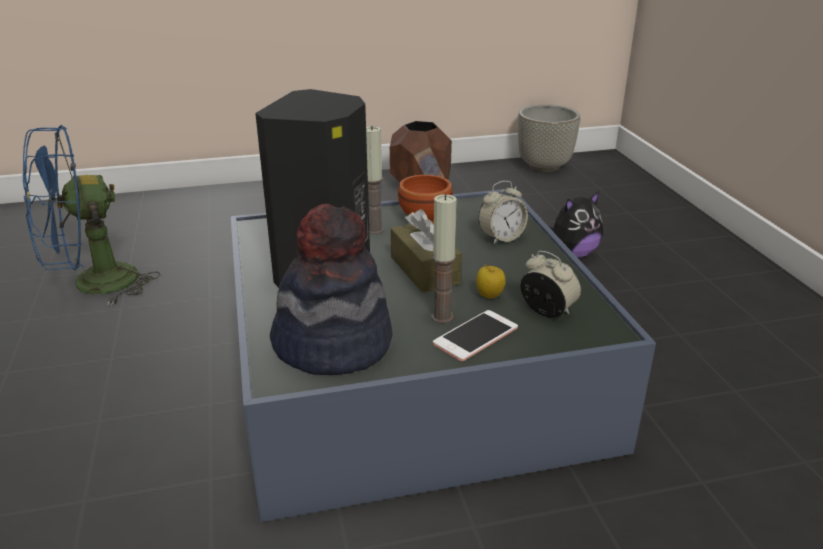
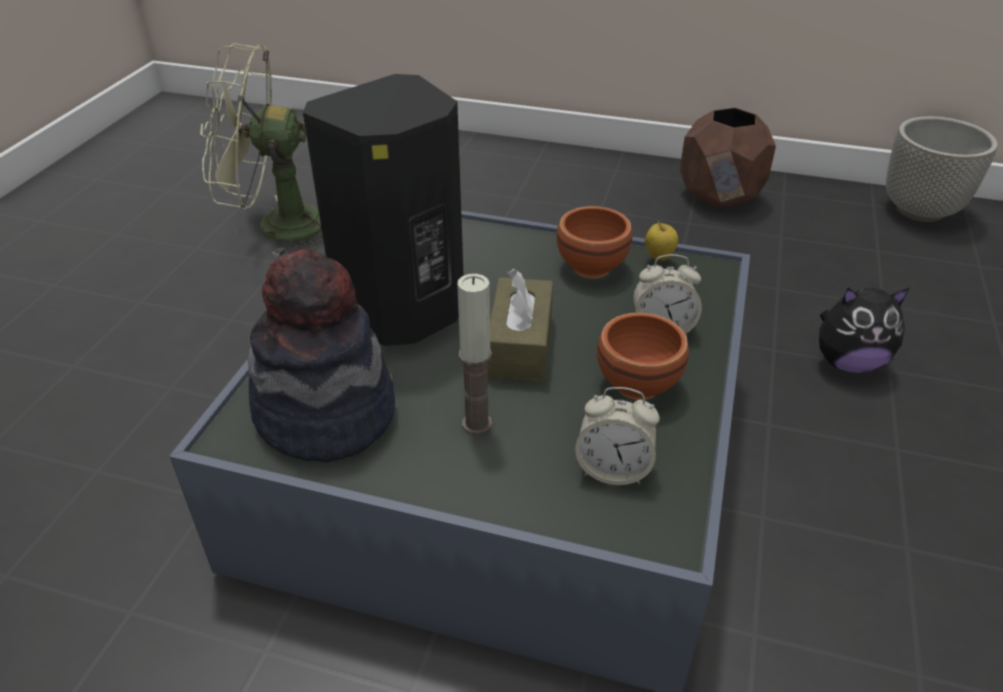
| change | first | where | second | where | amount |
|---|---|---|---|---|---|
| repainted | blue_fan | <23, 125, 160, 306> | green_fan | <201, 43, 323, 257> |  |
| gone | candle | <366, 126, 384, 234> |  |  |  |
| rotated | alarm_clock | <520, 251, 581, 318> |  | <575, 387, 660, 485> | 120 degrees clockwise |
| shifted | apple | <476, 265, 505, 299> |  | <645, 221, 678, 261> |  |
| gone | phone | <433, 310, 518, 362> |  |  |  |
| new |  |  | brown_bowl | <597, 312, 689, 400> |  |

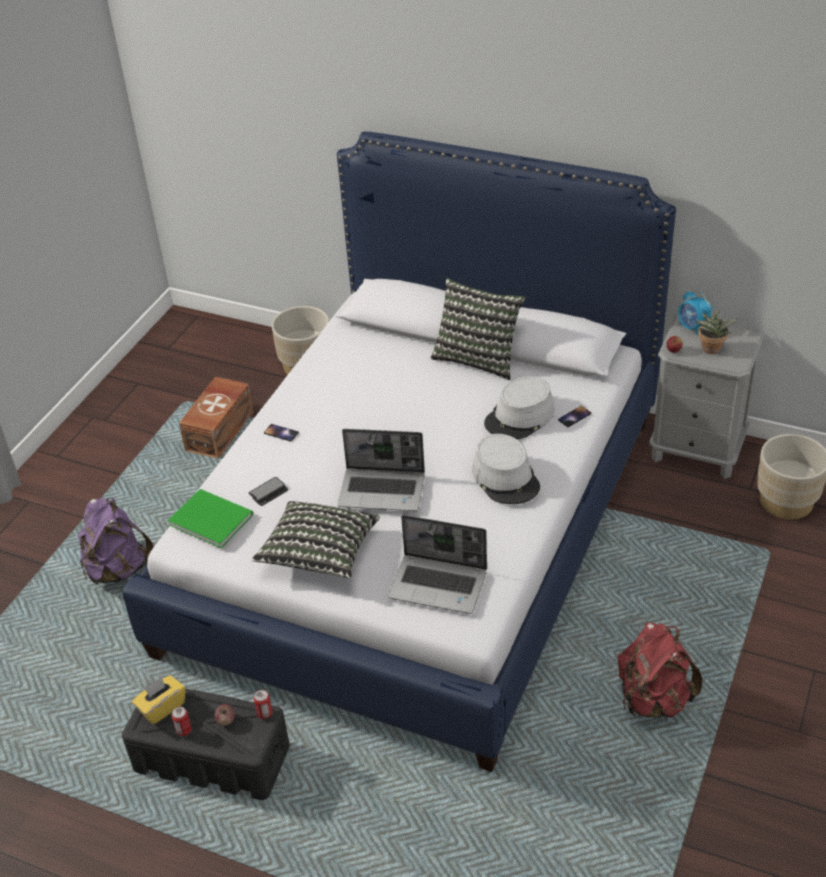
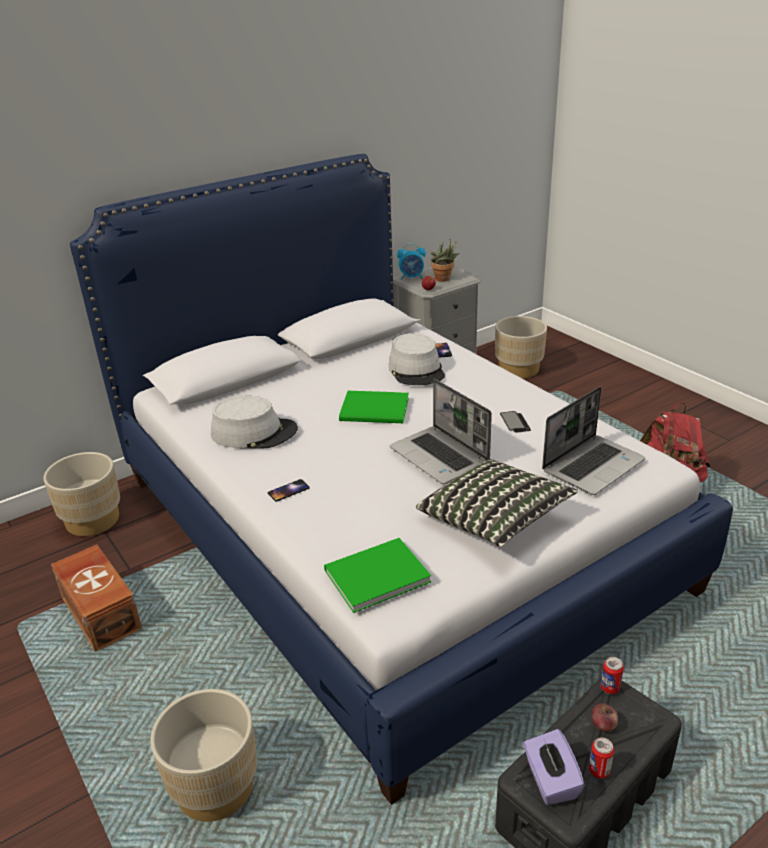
| change | first | where | second | where | amount |
|---|---|---|---|---|---|
| gone | pillow | <431, 278, 526, 380> |  |  |  |
| rotated | laptop | <338, 429, 425, 511> |  | <390, 379, 492, 484> | 105 degrees clockwise |
| shifted | grey_hat | <472, 434, 540, 504> |  | <211, 396, 298, 449> |  |
| shifted | phone | <249, 477, 288, 506> |  | <500, 411, 531, 433> |  |
| swapped | purple_backpack | <78, 497, 154, 584> | beige_planter | <151, 689, 257, 822> |  |
| repainted | yellow_tissue_box | <132, 675, 186, 724> | purple_tissue_box | <523, 729, 585, 805> |  |
| new |  |  | green_book | <339, 391, 409, 423> |  |

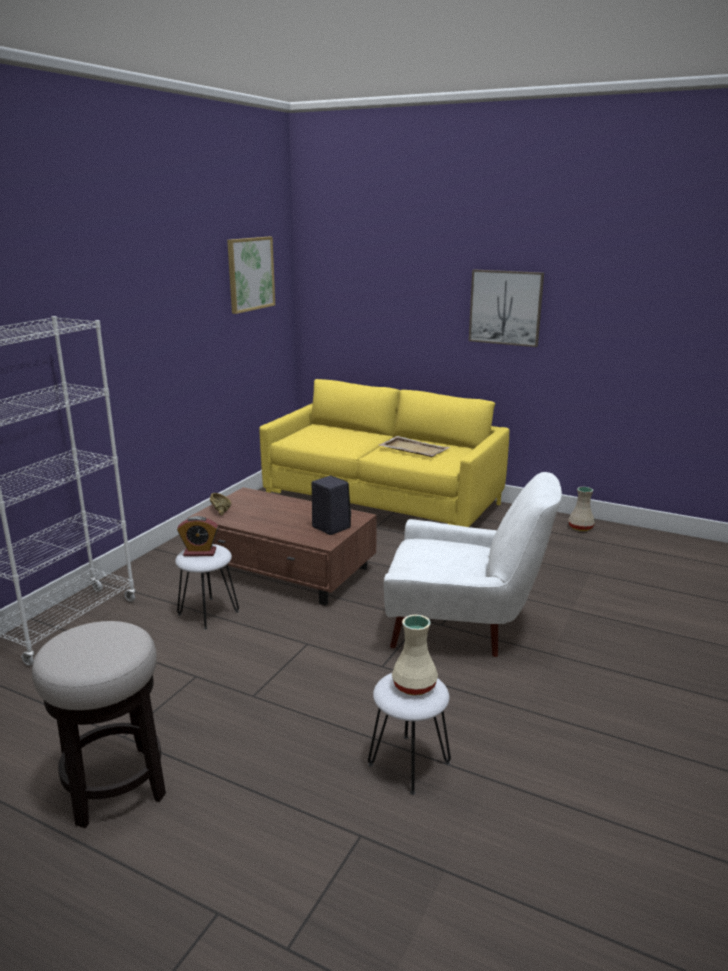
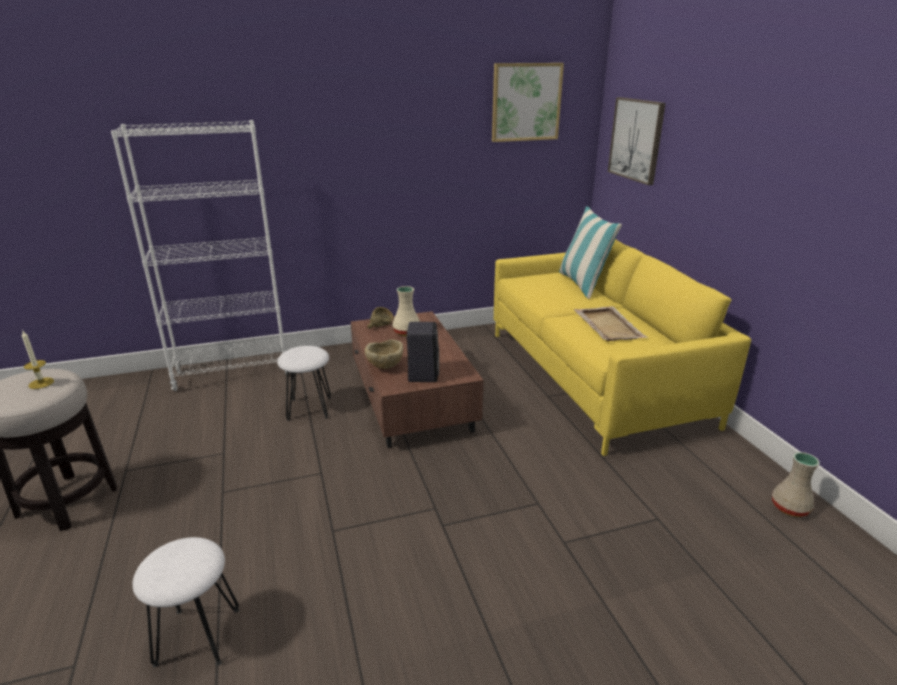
| change | first | where | second | where | amount |
|---|---|---|---|---|---|
| shifted | picture | <469, 269, 544, 347> |  | <608, 97, 666, 185> |  |
| gone | white_armchair | <384, 472, 562, 657> |  |  |  |
| gone | alarm_clock | <177, 516, 218, 556> |  |  |  |
| shifted | beige_vase | <392, 615, 438, 696> |  | <392, 286, 420, 336> |  |
| new |  |  | pillow | <559, 206, 622, 299> |  |
| new |  |  | candle | <22, 331, 54, 389> |  |
| new |  |  | beige_bowl | <365, 339, 403, 369> |  |

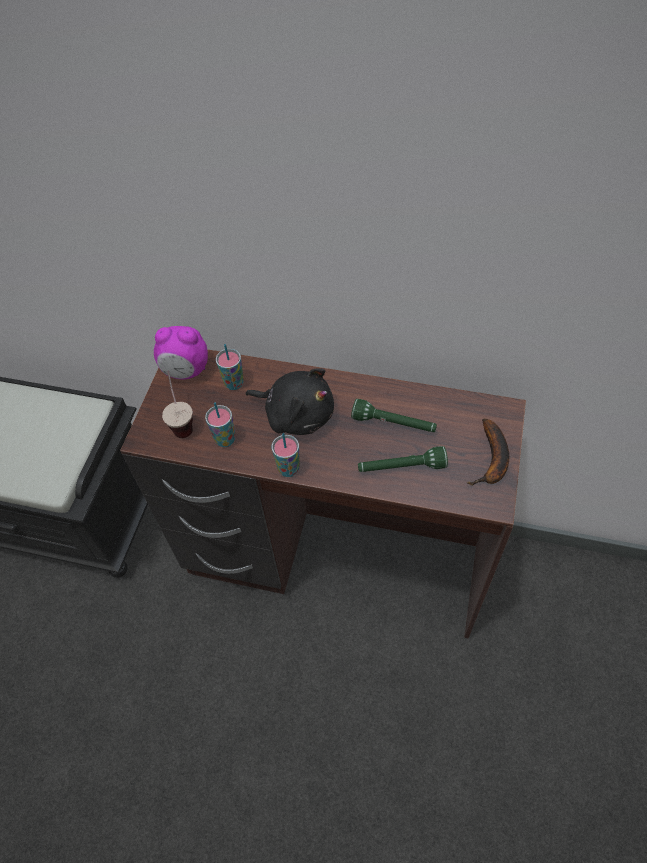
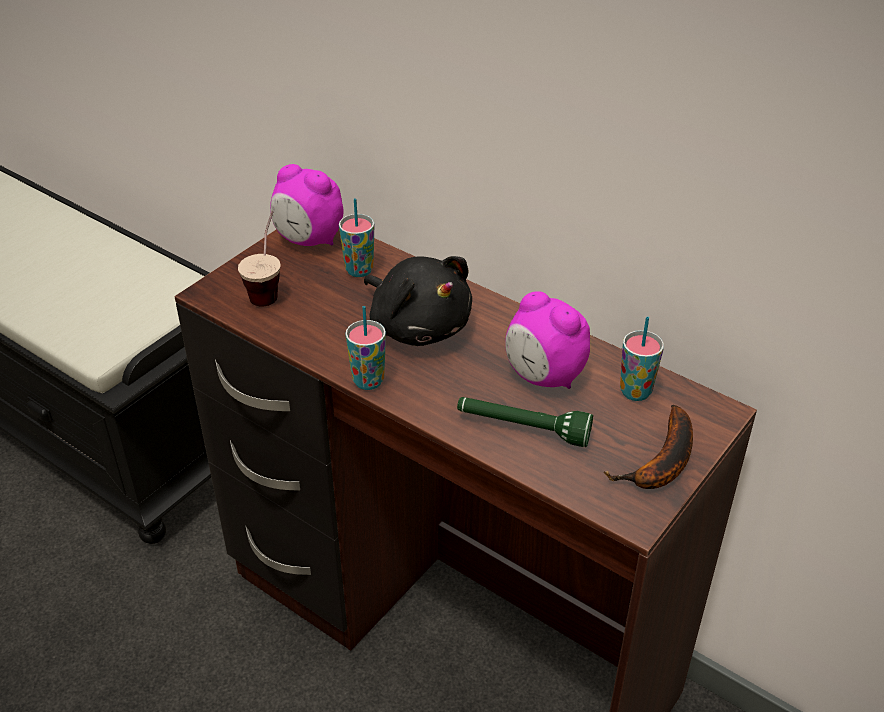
| change | first | where | second | where | amount |
|---|---|---|---|---|---|
| swapped | green_flashlight | <351, 399, 437, 432> | alarm_clock | <505, 291, 590, 389> |  |
| shifted | cup | <205, 402, 235, 447> |  | <620, 316, 664, 401> |  |

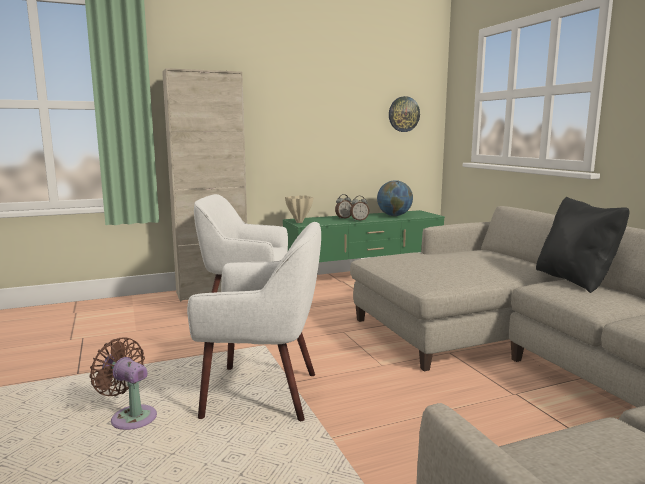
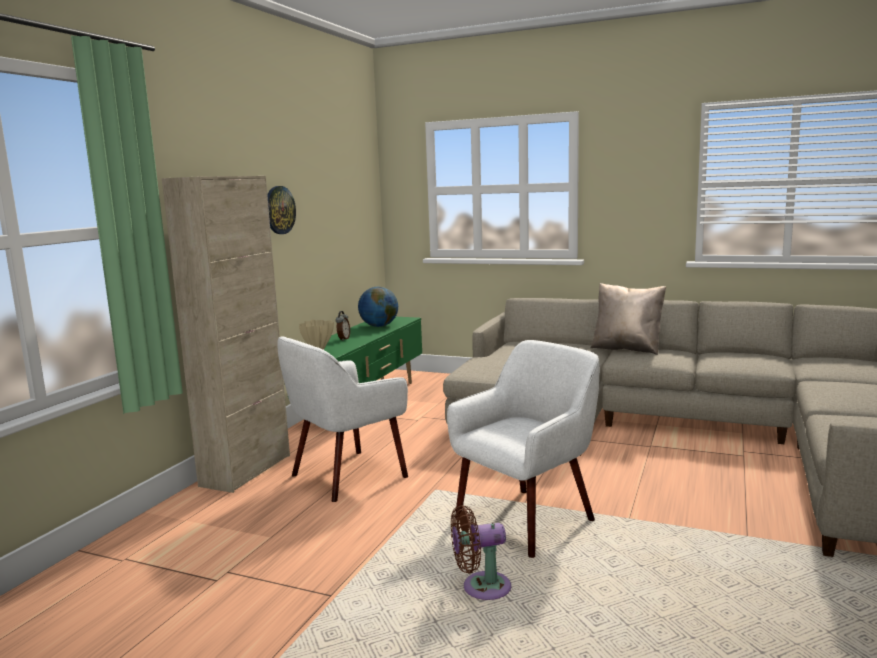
| change | first | where | second | where | amount |
|---|---|---|---|---|---|
| shifted | wall_clock | <389, 96, 420, 132> |  | <267, 186, 296, 234> |  |
| gone | alarm_clock | <350, 196, 369, 221> |  |  |  |
| repainted | black_pillow | <536, 197, 630, 293> | beige_pillow | <590, 283, 666, 355> |  |

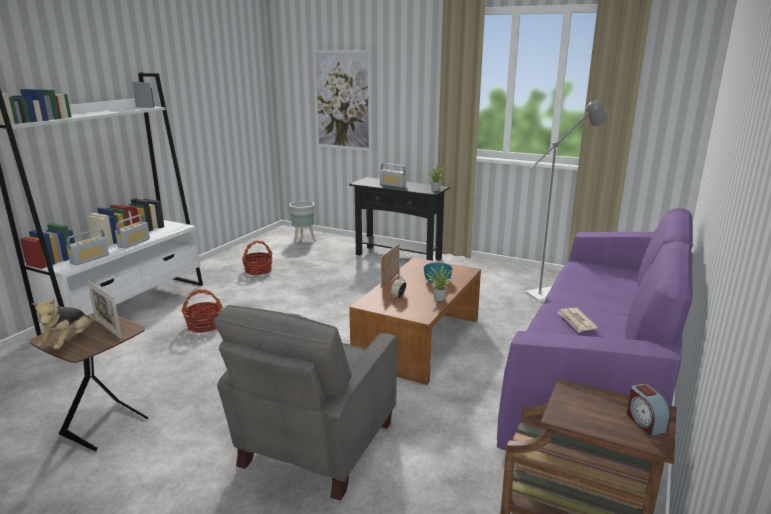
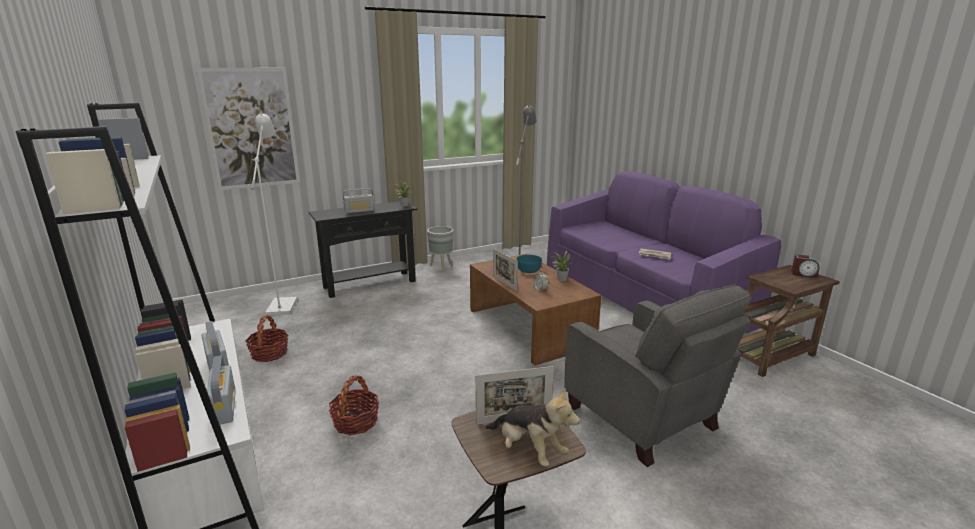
| change | first | where | second | where | amount |
|---|---|---|---|---|---|
| shifted | grey_planter | <289, 201, 315, 243> |  | <427, 226, 454, 272> |  |
| new |  |  | white_floor_lamp | <251, 113, 297, 315> |  |

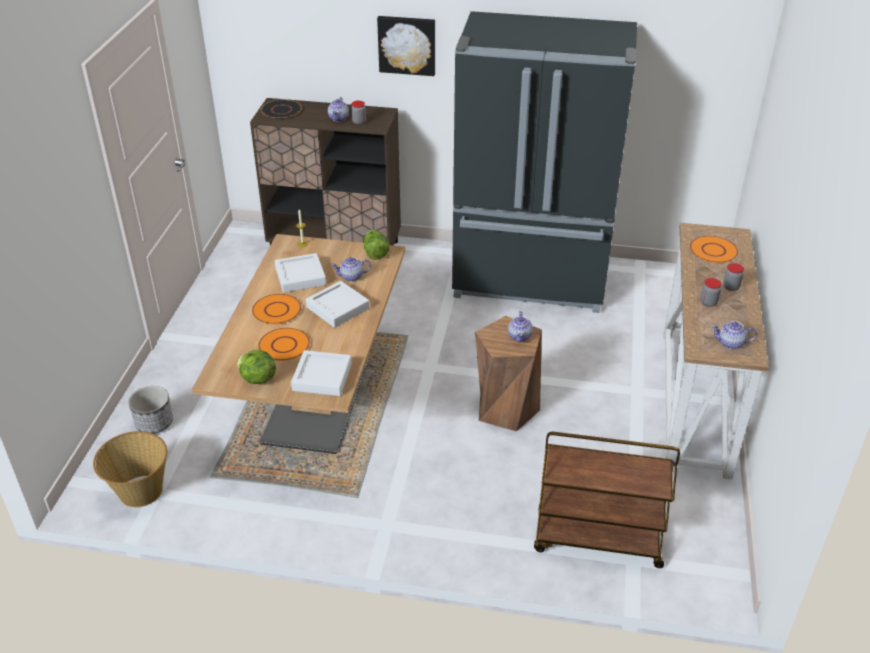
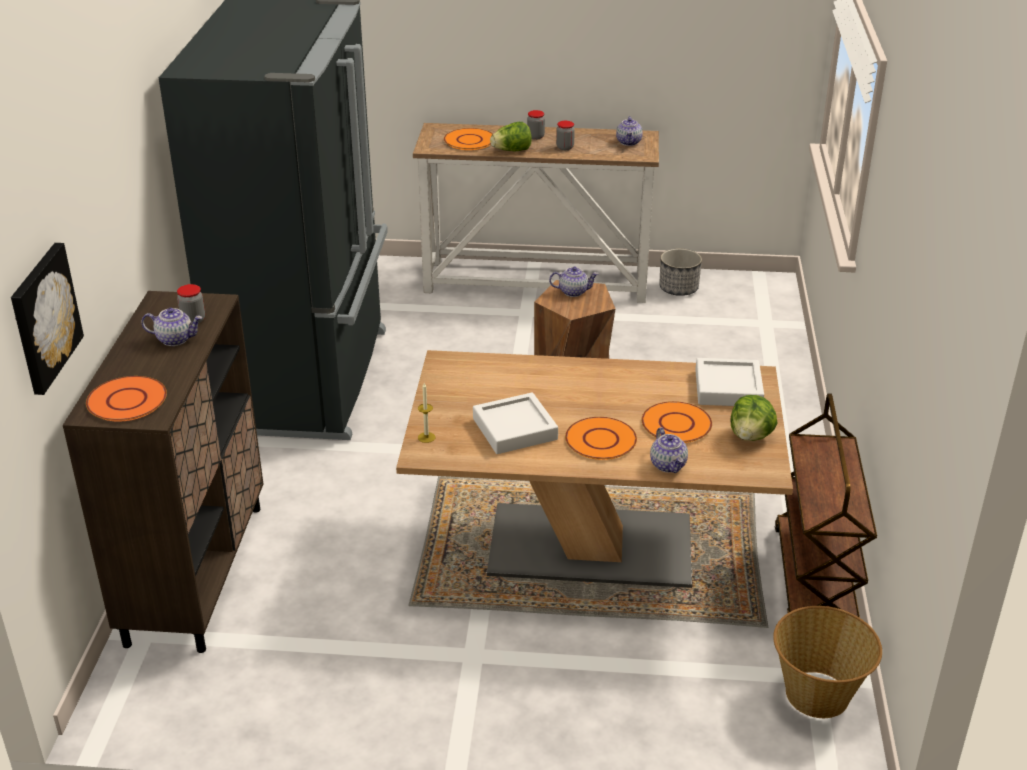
| change | first | where | second | where | amount |
|---|---|---|---|---|---|
| shifted | picture | <377, 16, 435, 76> |  | <11, 243, 84, 395> |  |
| repainted | black_plate | <261, 100, 302, 119> | orange_plate | <86, 376, 167, 422> |  |
| shifted | lettuce | <364, 230, 390, 260> |  | <490, 122, 532, 152> |  |
| shifted | teapot | <331, 257, 371, 282> |  | <650, 427, 688, 473> |  |
| gone | white_tray | <306, 281, 370, 328> |  |  |  |
| shifted | planter | <128, 386, 173, 434> |  | <659, 249, 702, 296> |  |
| shifted | brown_cart | <534, 432, 680, 568> |  | <775, 393, 877, 618> |  |

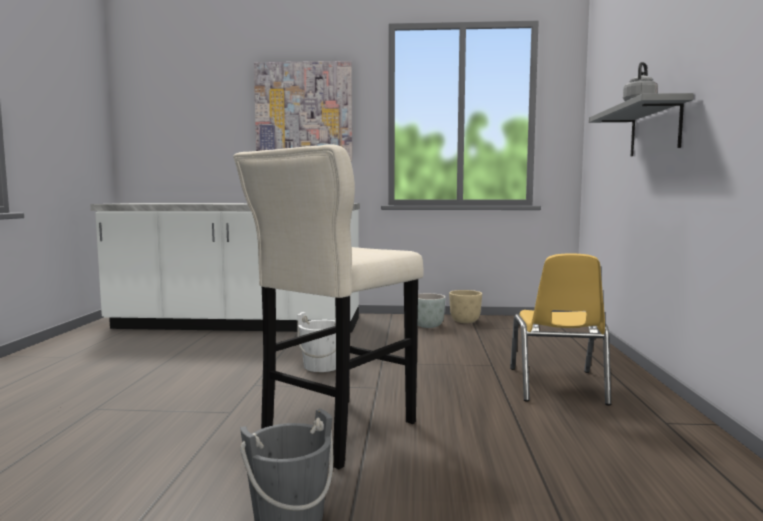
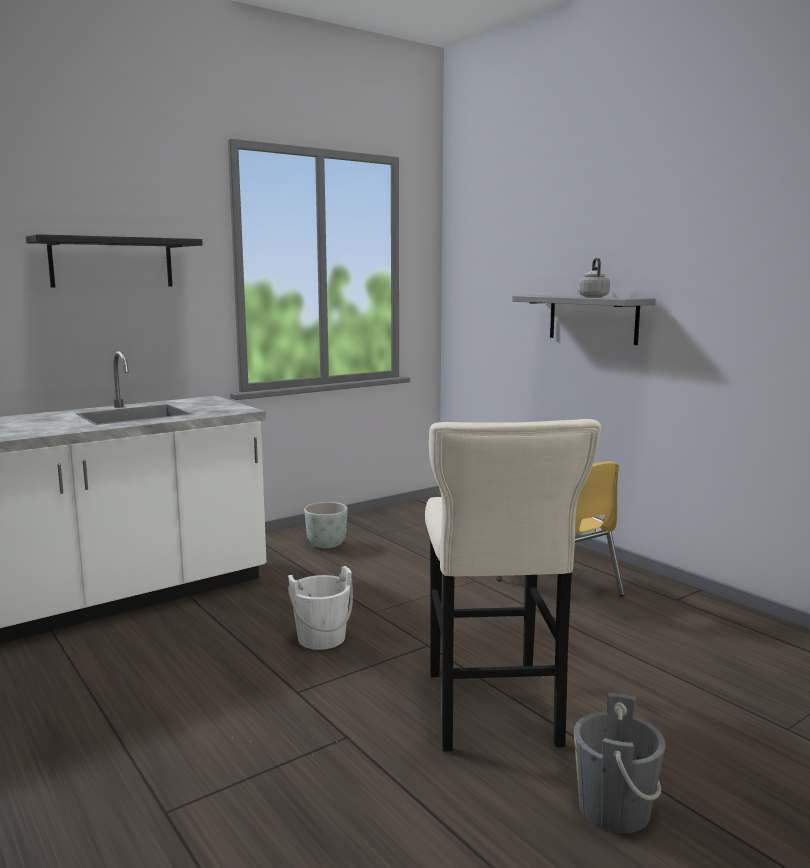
| change | first | where | second | where | amount |
|---|---|---|---|---|---|
| swapped | picture | <254, 61, 352, 162> | black_shelf | <26, 234, 203, 288> |  |
| gone | beige_planter | <449, 290, 482, 323> |  |  |  |

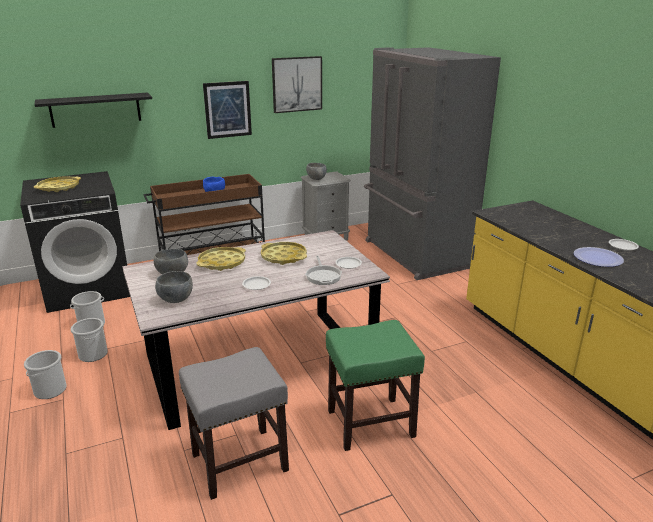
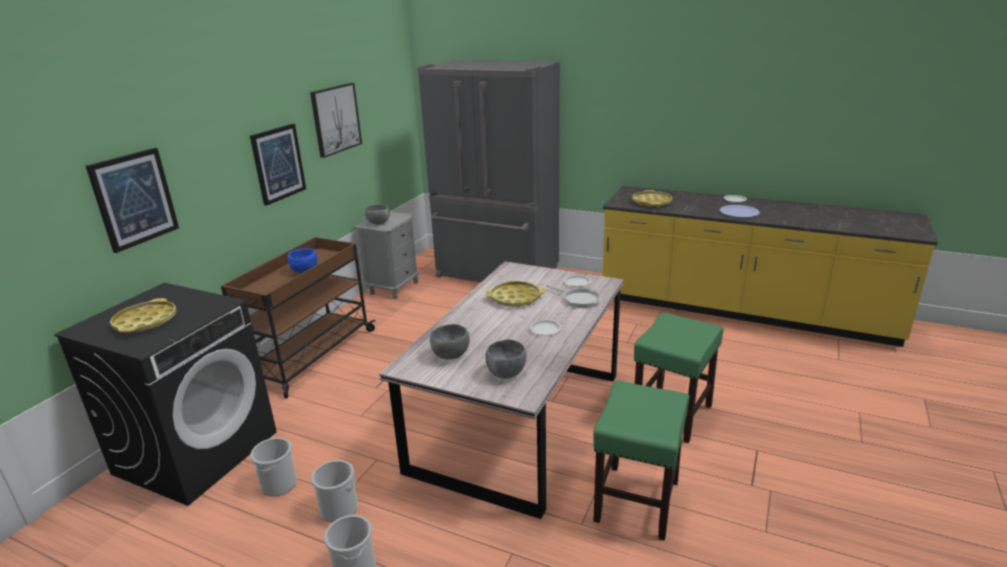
| change | first | where | second | where | amount |
|---|---|---|---|---|---|
| swapped | black_shelf | <35, 93, 152, 128> | picture | <86, 148, 179, 253> |  |
| shifted | yellow_tray | <196, 247, 246, 271> |  | <632, 190, 673, 207> |  |
| repainted | grey_stool | <179, 347, 289, 500> | green_stool | <593, 381, 690, 541> |  |

